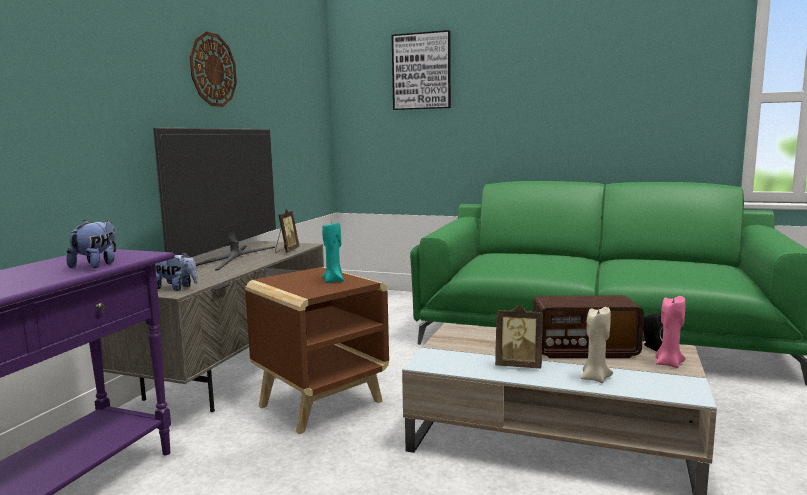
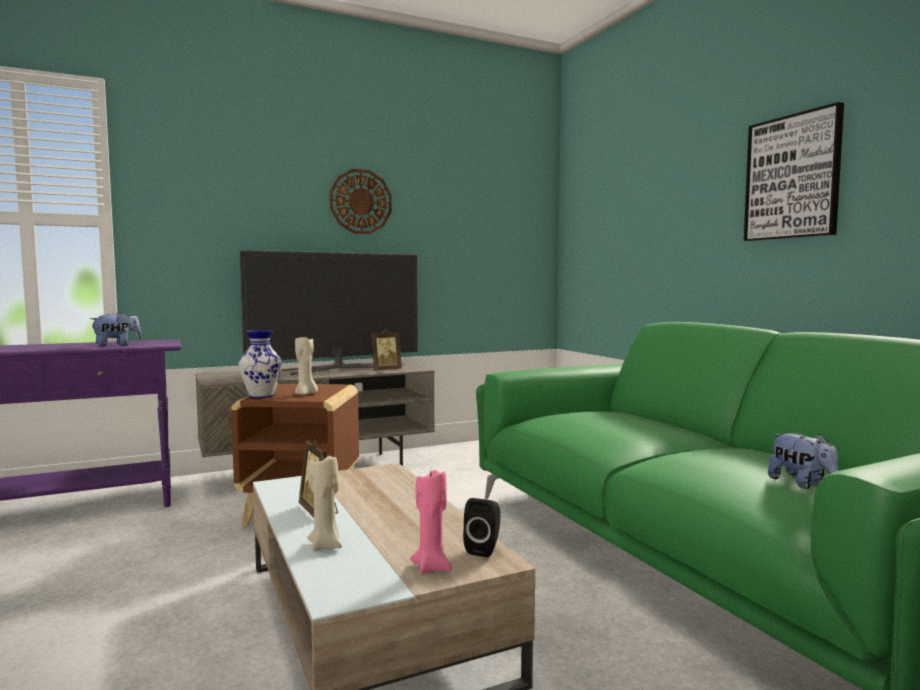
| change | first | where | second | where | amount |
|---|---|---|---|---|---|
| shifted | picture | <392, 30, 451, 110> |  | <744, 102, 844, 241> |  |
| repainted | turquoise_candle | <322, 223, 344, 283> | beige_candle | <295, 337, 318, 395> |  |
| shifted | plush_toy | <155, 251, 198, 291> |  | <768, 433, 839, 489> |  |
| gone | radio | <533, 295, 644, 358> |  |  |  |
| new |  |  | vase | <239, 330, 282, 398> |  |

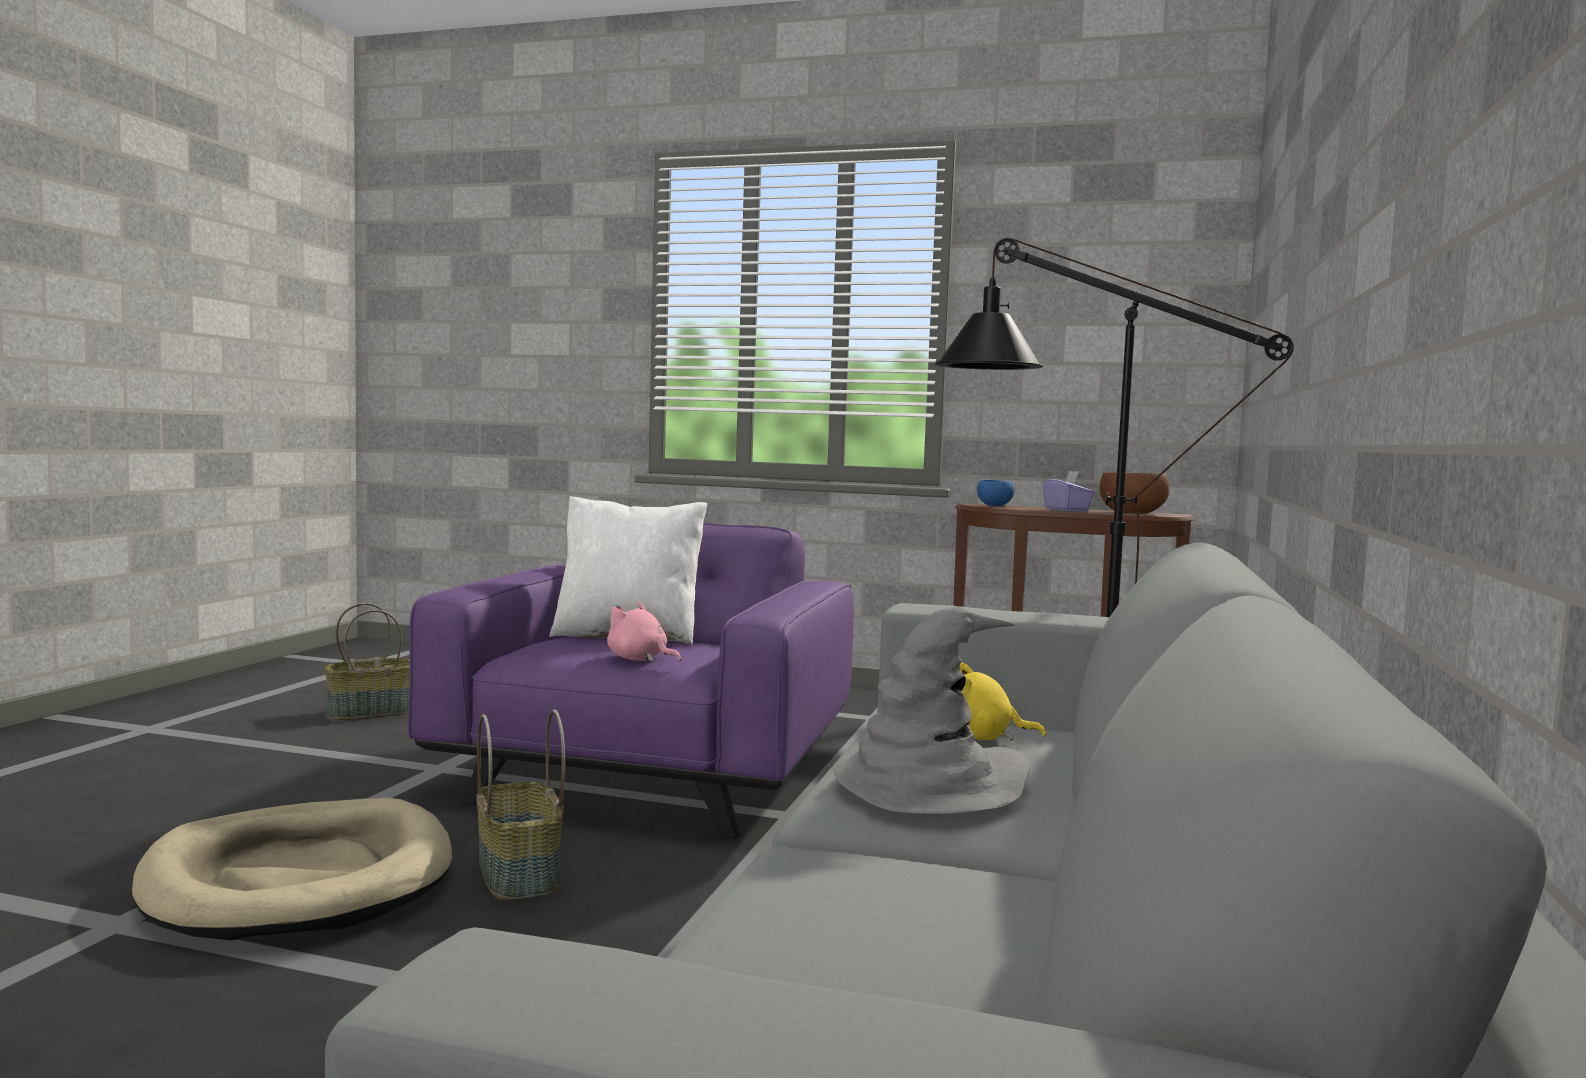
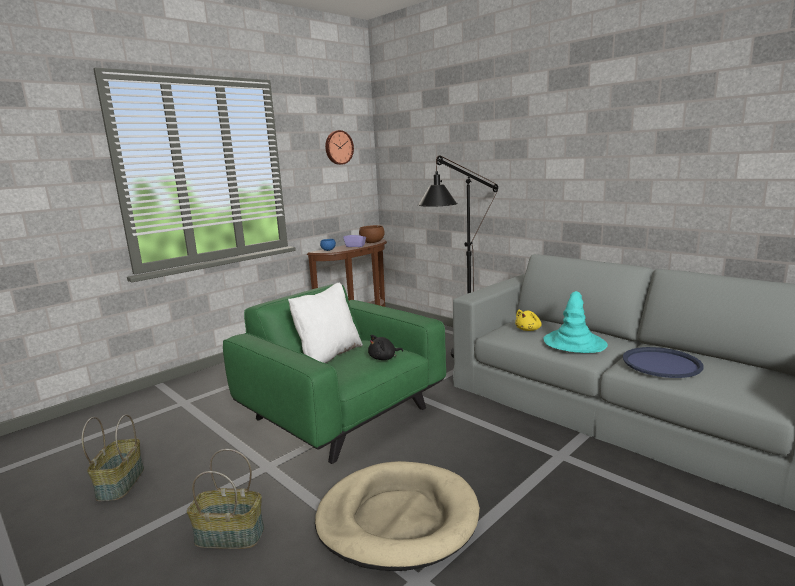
| change | first | where | second | where | amount |
|---|---|---|---|---|---|
| repainted | purple_armchair | <408, 523, 854, 839> | green_armchair | <223, 284, 446, 464> |  |
| repainted | pink_plush_toy | <607, 602, 681, 662> | black_plush_toy | <368, 335, 403, 360> |  |
| repainted | grey_hat | <833, 606, 1030, 815> | turquoise_hat | <543, 291, 608, 353> |  |
| shifted | basket | <476, 709, 565, 900> |  | <187, 449, 264, 549> |  |
| new |  |  | wall_clock | <325, 130, 354, 165> |  |
| new |  |  | blue_tray | <623, 347, 704, 378> |  |

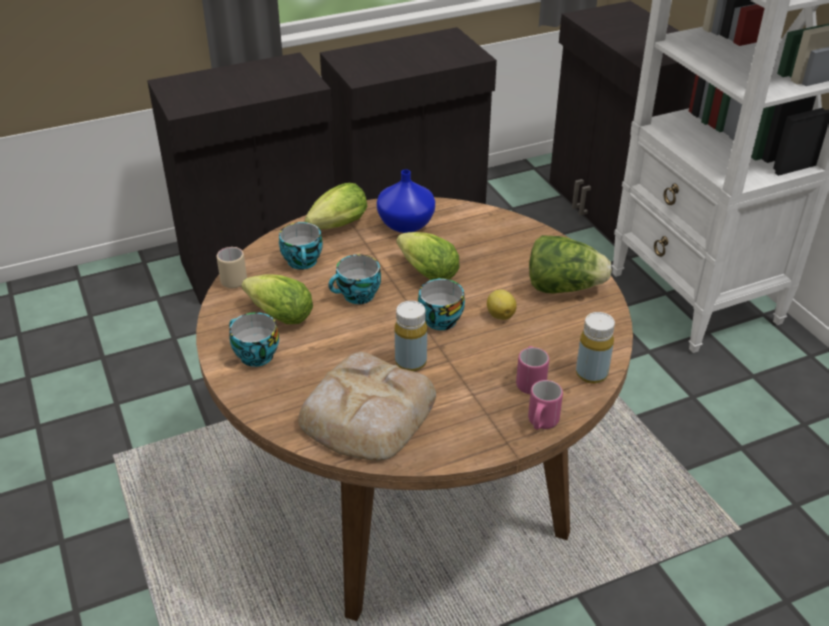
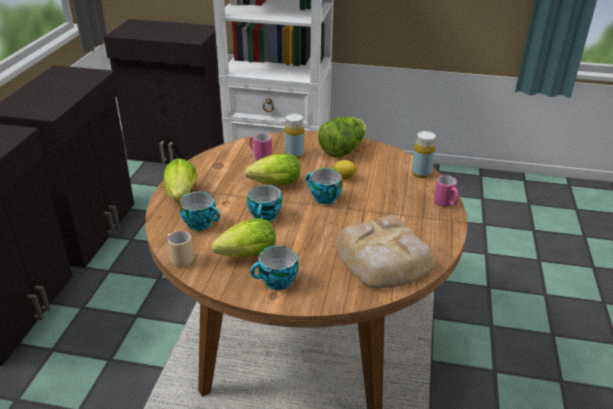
| change | first | where | second | where | amount |
|---|---|---|---|---|---|
| gone | blue_vase | <377, 170, 435, 233> |  |  |  |
| shifted | yellow_bottle | <395, 301, 427, 371> |  | <285, 114, 304, 159> |  |
| shifted | pink_mug | <516, 346, 549, 394> |  | <249, 133, 272, 160> |  |

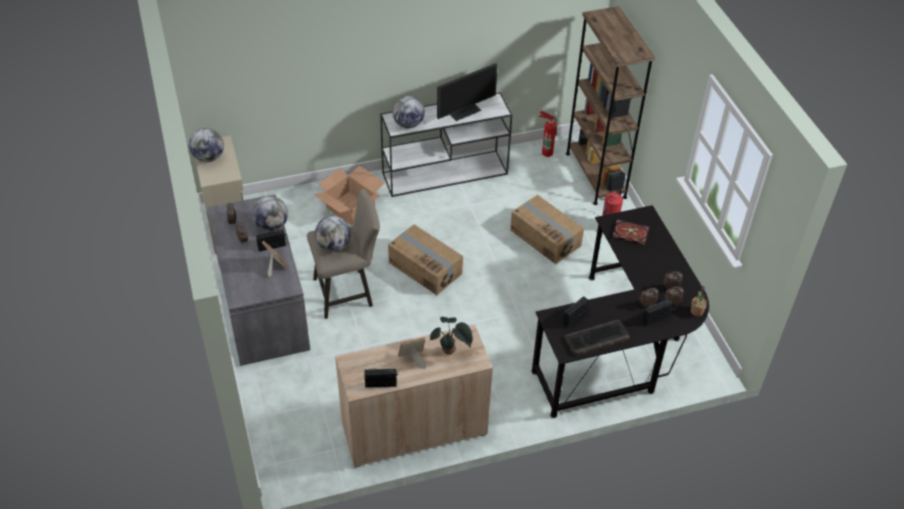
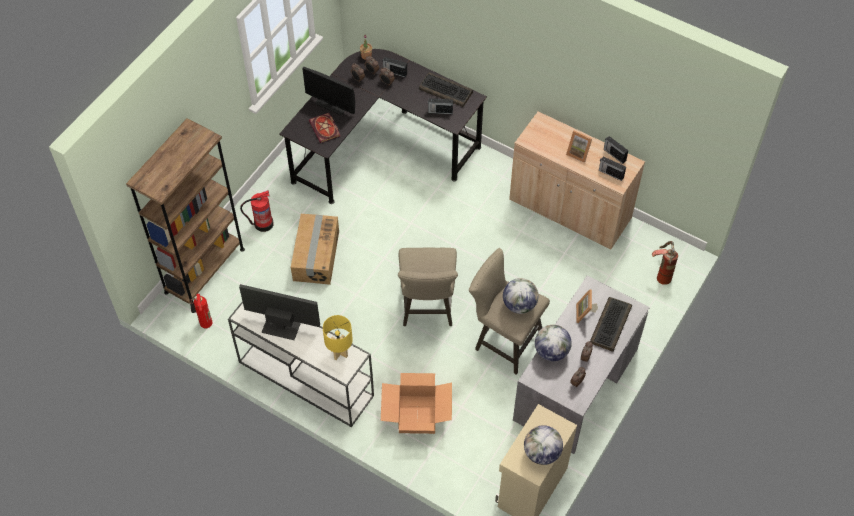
| change | first | where | second | where | amount |
|---|---|---|---|---|---|
| swapped | globe | <392, 96, 425, 128> | yellow_table_lamp | <323, 315, 353, 360> |  |
| swapped | cardboard_box | <388, 224, 463, 295> | beige_stool | <398, 248, 458, 326> |  |
| shifted | radio | <256, 229, 286, 252> |  | <599, 156, 626, 181> |  |
| gone | potted_plant | <430, 317, 473, 355> |  |  |  |
| new |  |  | monitor | <302, 67, 355, 116> |  |
| new |  |  | fire_extinguisher | <652, 241, 678, 285> |  |
| new |  |  | keyboard | <590, 297, 632, 352> |  |

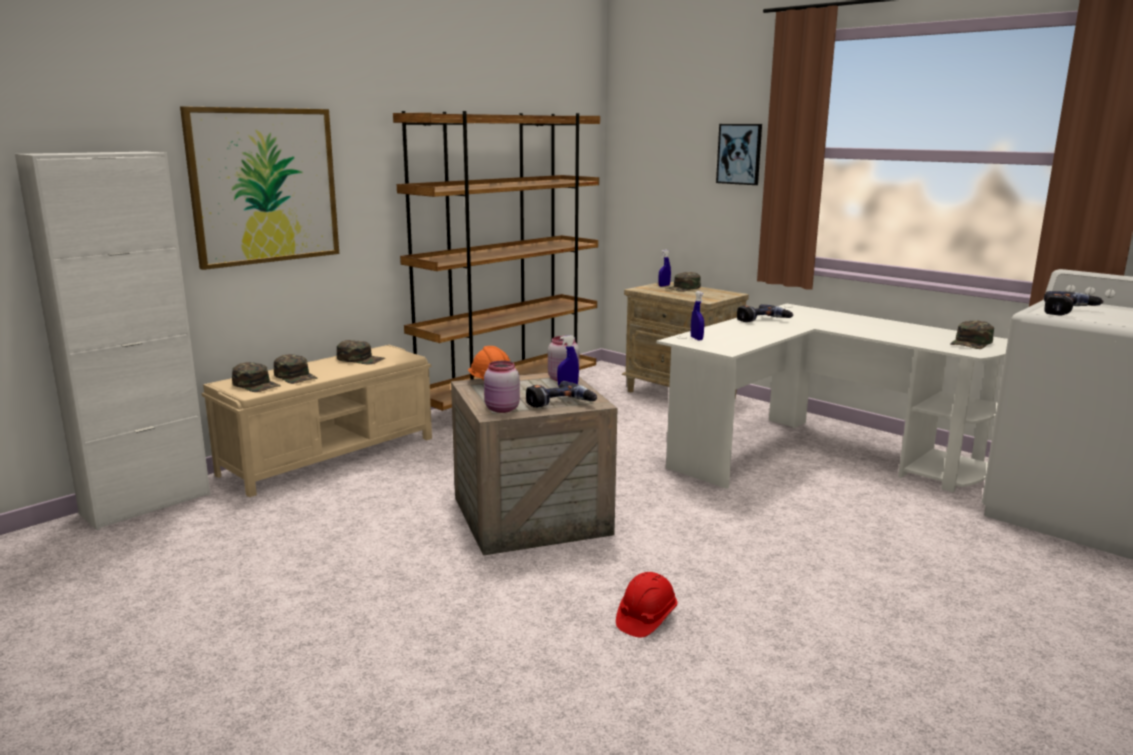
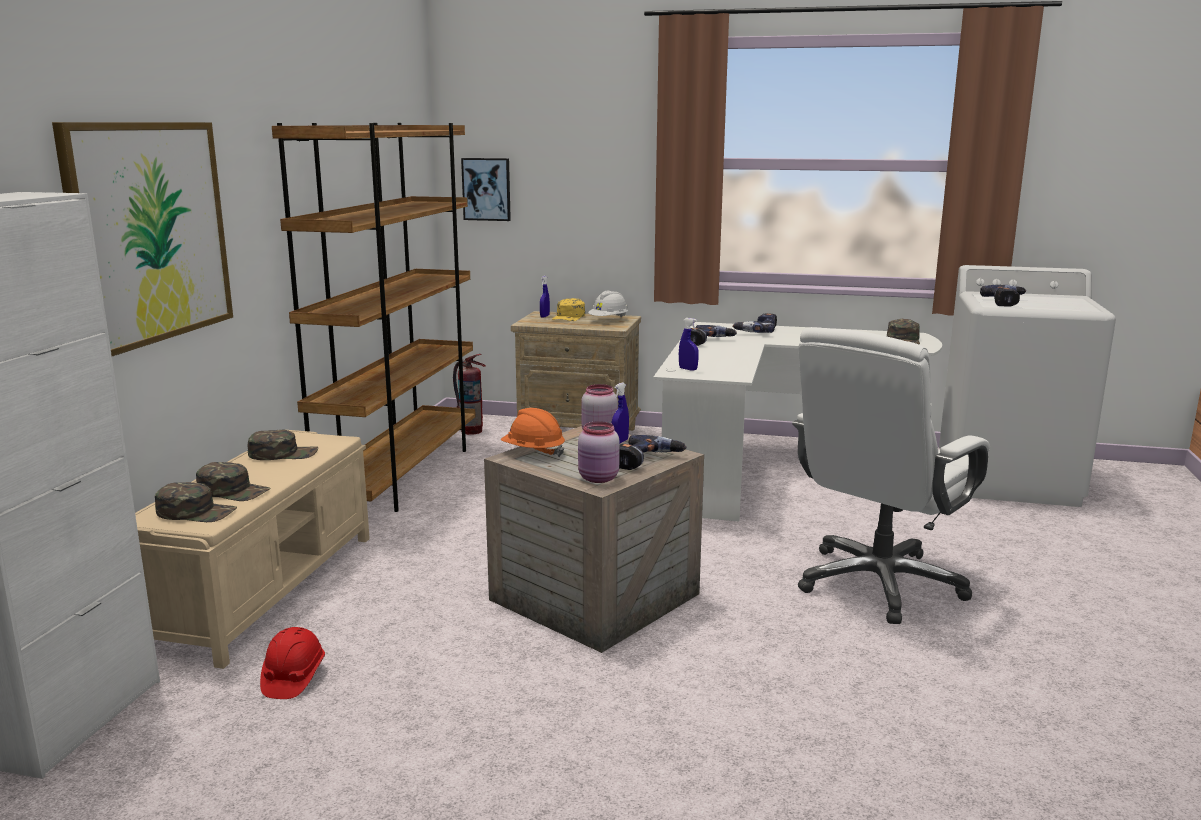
| change | first | where | second | where | amount |
|---|---|---|---|---|---|
| shifted | picture | <716, 124, 762, 185> |  | <461, 158, 511, 221> |  |
| repainted | green_cap | <665, 272, 701, 292> | yellow_cap | <552, 298, 585, 321> |  |
| shifted | red_hard_hat | <616, 572, 677, 637> |  | <260, 627, 325, 699> |  |
| new |  |  | white_hard_hat | <588, 291, 628, 317> |  |
| new |  |  | power_drill | <733, 313, 777, 333> |  |
| new |  |  | white_office_chair | <792, 327, 990, 624> |  |
| new |  |  | fire_extinguisher | <453, 354, 486, 435> |  |

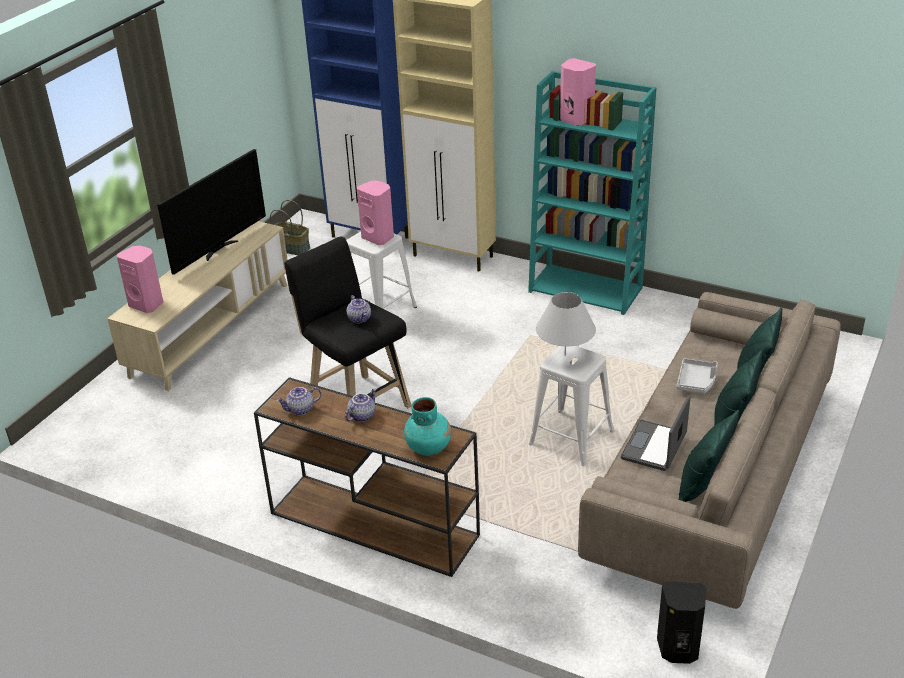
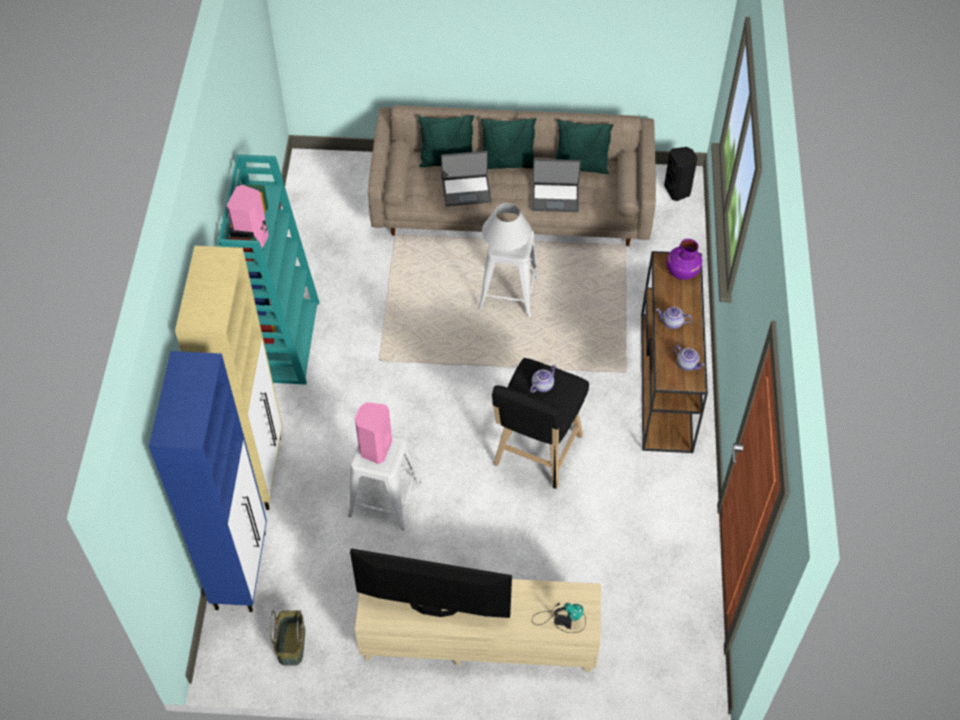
| change | first | where | second | where | amount |
|---|---|---|---|---|---|
| swapped | pink_speaker | <117, 246, 163, 313> | table_lamp | <532, 602, 586, 633> |  |
| swapped | grey_tray | <677, 358, 718, 393> | laptop | <441, 151, 492, 206> |  |
| repainted | turquoise_vase | <404, 397, 451, 455> | purple_vase | <666, 239, 702, 280> |  |

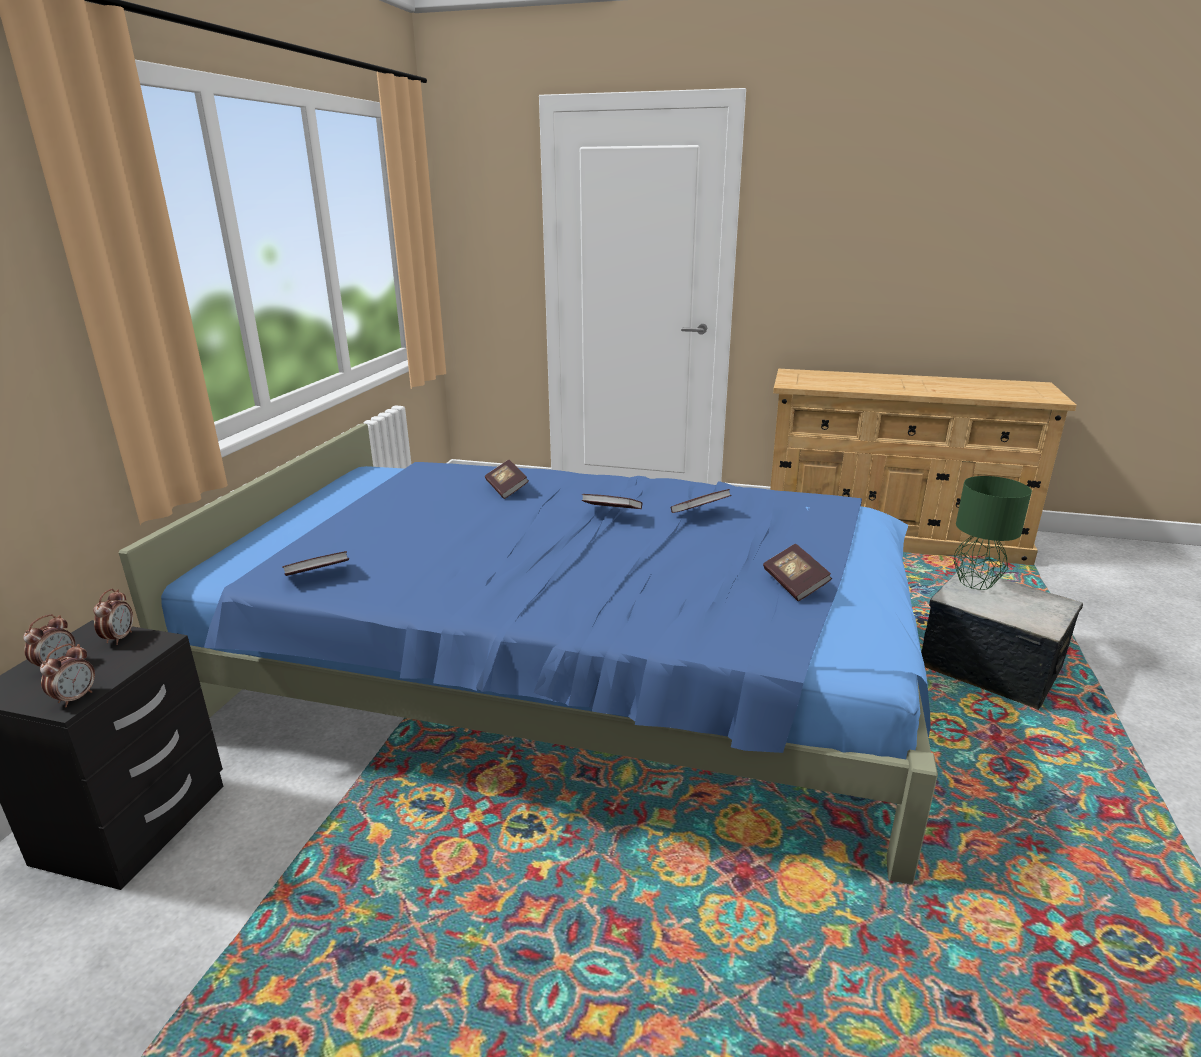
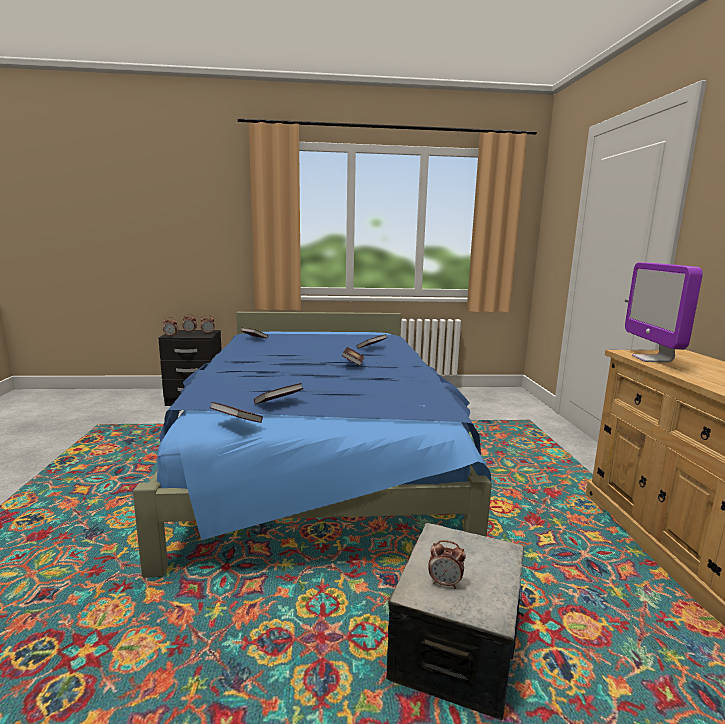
| change | first | where | second | where | amount |
|---|---|---|---|---|---|
| gone | green_table_lamp | <954, 476, 1032, 590> |  |  |  |
| shifted | book | <671, 489, 732, 513> |  | <210, 402, 263, 423> |  |
| new |  |  | monitor | <625, 262, 703, 363> |  |
| new |  |  | alarm_clock | <428, 540, 466, 589> |  |

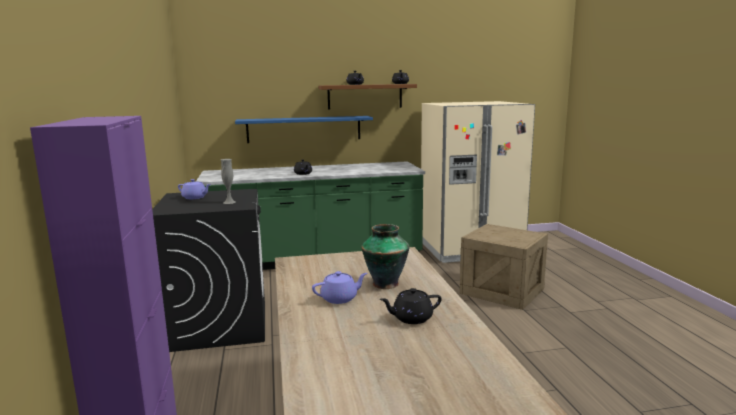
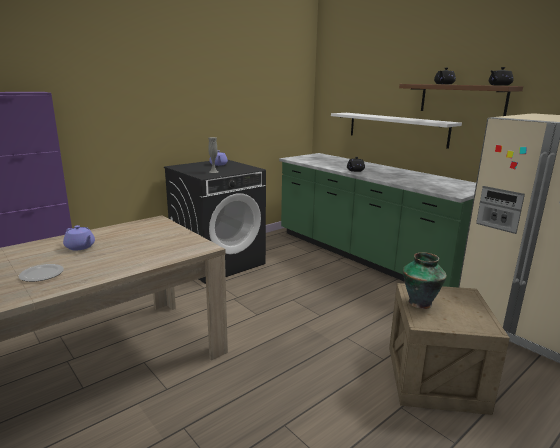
| change | first | where | second | where | amount |
|---|---|---|---|---|---|
| repainted | blue_shelf | <235, 116, 373, 143> | white_shelf | <331, 113, 462, 149> |  |
| shifted | vase | <361, 224, 410, 289> |  | <403, 252, 447, 309> |  |
| swapped | black_teapot | <380, 288, 442, 324> | plate | <19, 264, 64, 282> |  |

